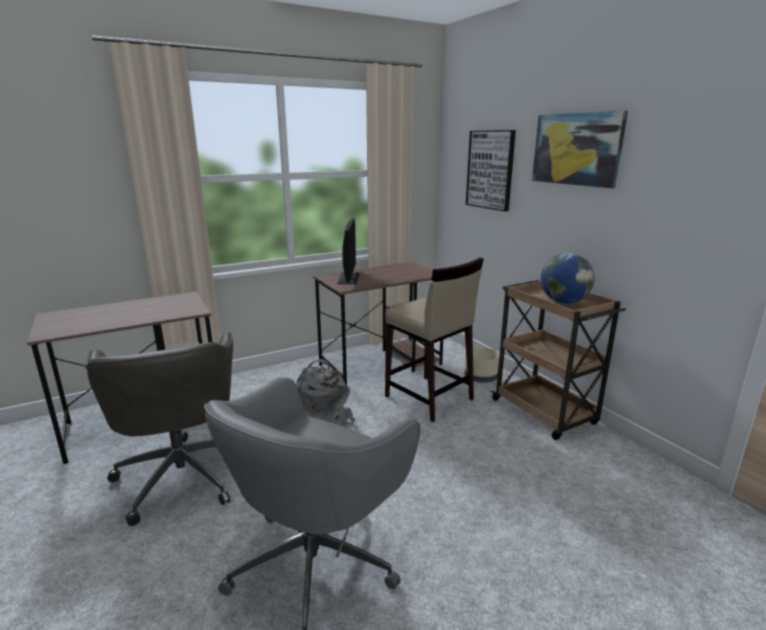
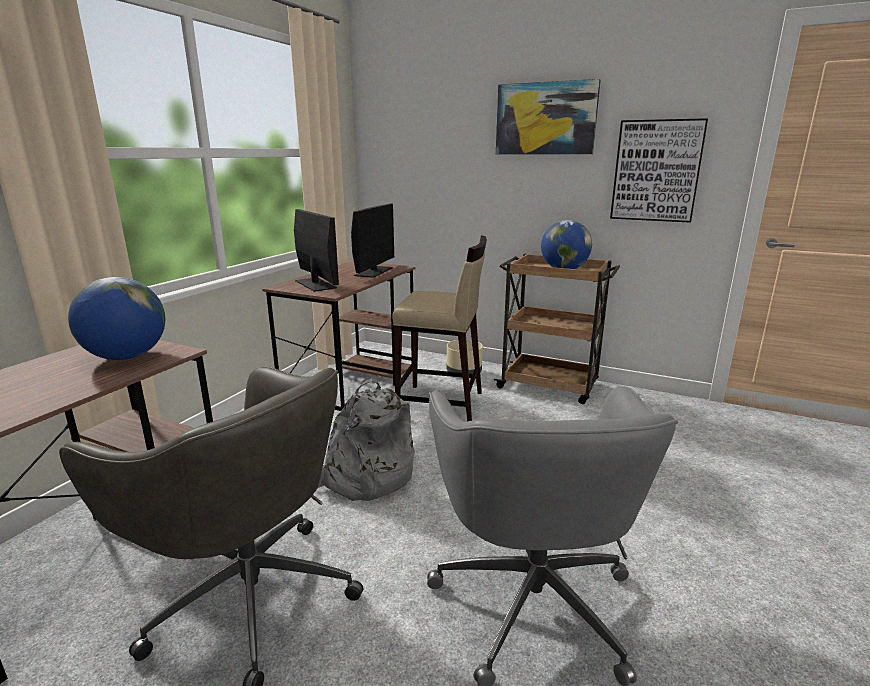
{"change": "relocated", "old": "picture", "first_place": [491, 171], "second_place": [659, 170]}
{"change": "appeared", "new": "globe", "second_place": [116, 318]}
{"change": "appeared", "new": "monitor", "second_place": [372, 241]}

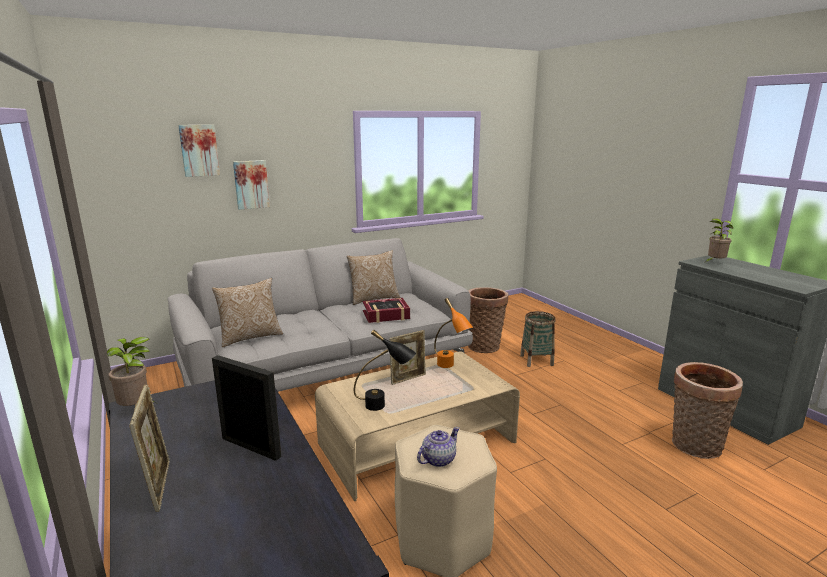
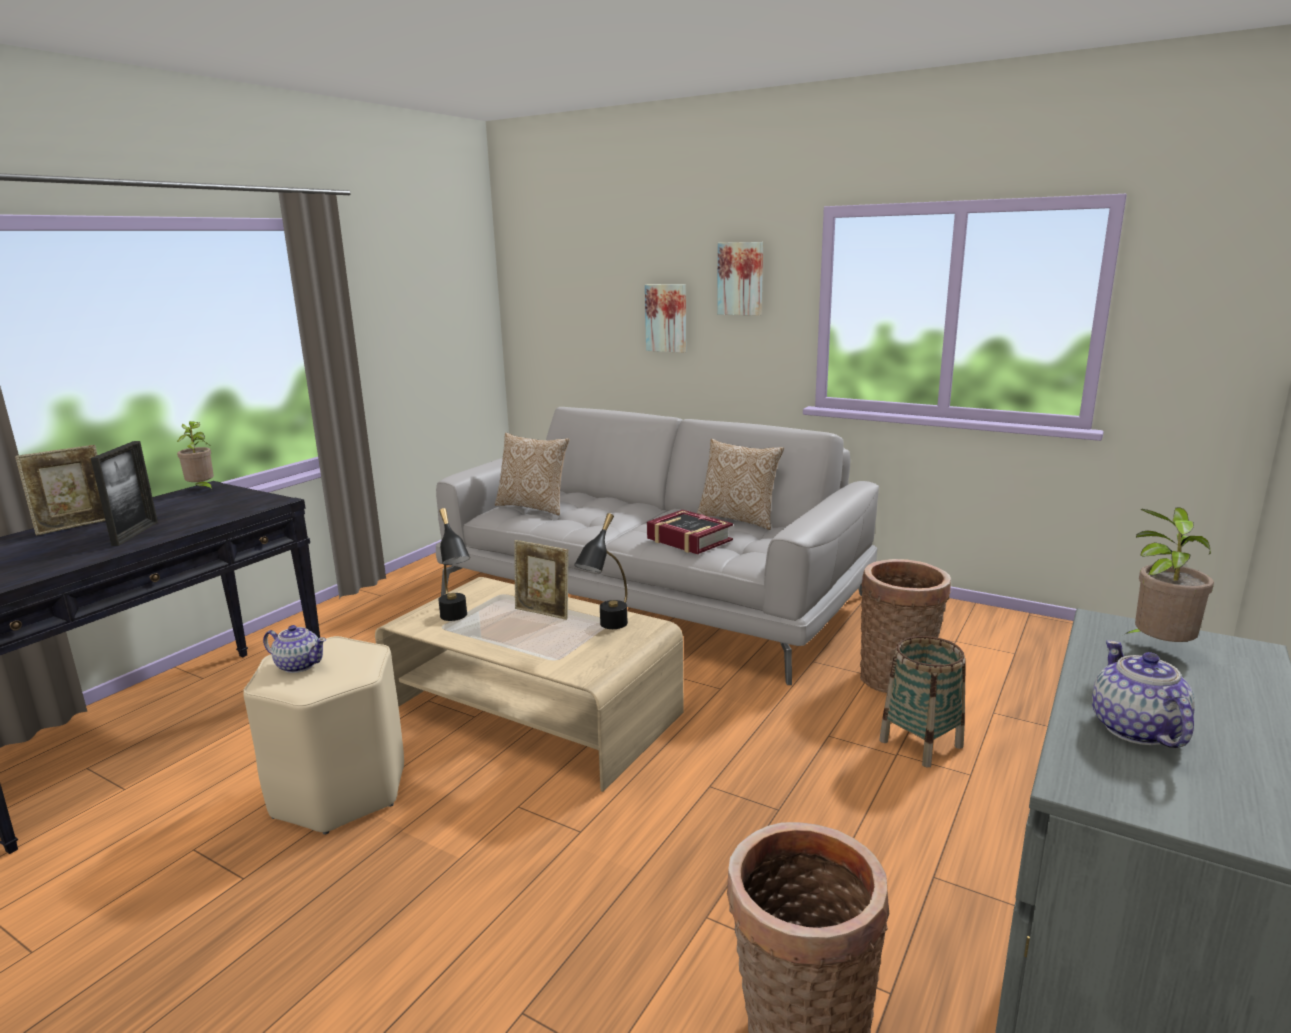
{"change": "relocated", "old": "picture", "first_place": [199, 151], "second_place": [740, 279]}
{"change": "colour", "old": "orange table lamp", "new": "black table lamp", "first_place": [453, 333], "second_place": [601, 571]}
{"change": "appeared", "new": "teapot", "second_place": [1143, 694]}

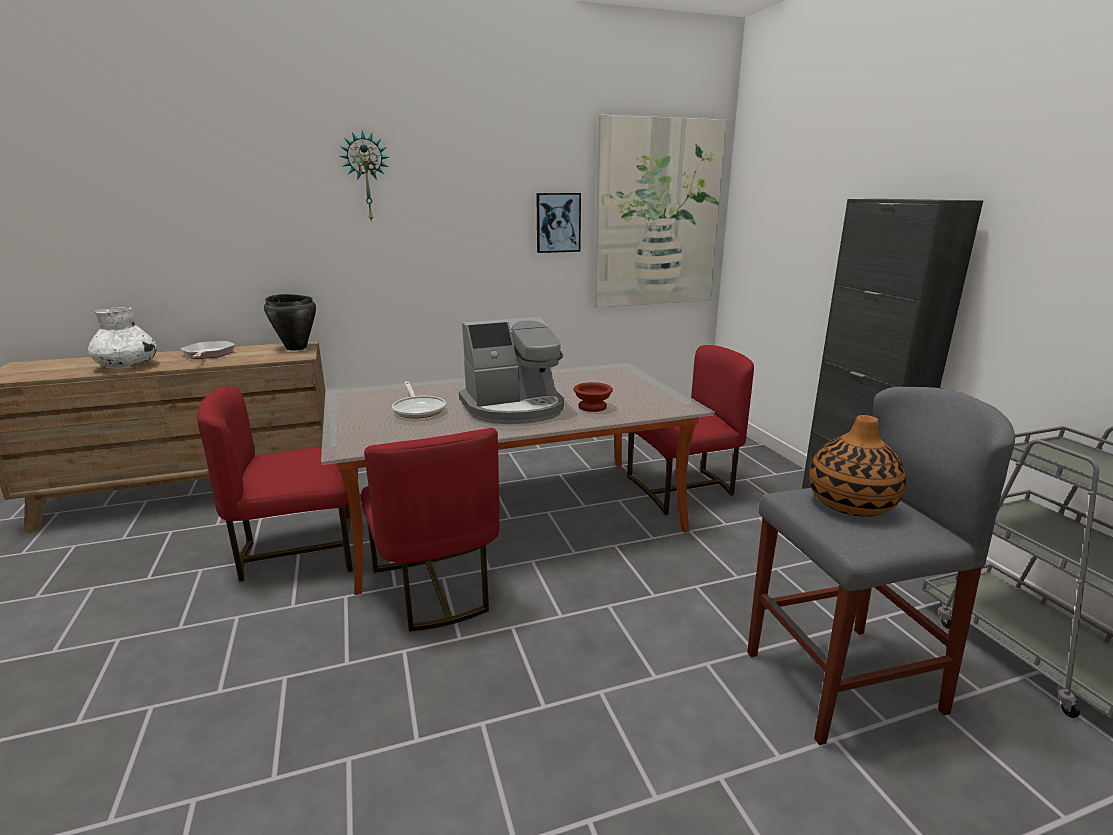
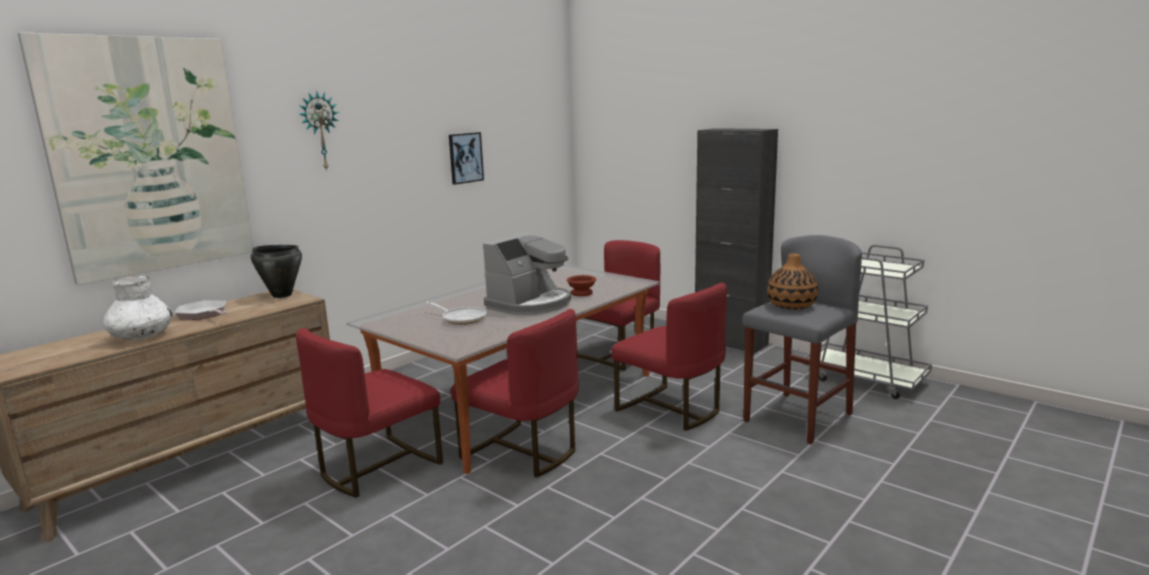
{"change": "relocated", "old": "picture", "first_place": [661, 211], "second_place": [136, 158]}
{"change": "appeared", "new": "red chair", "second_place": [669, 356]}

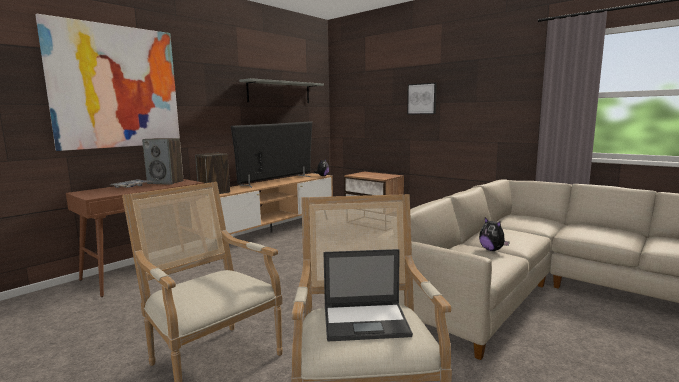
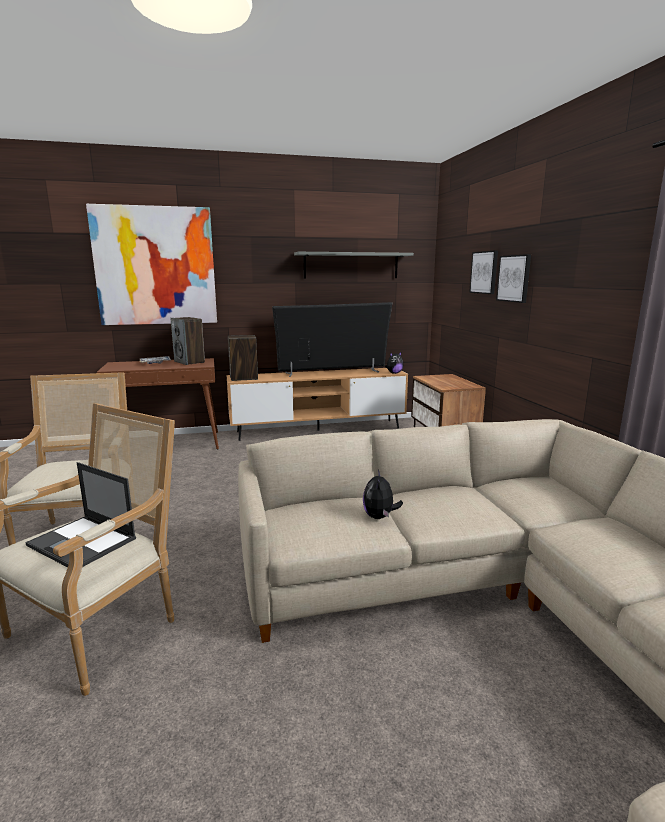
{"change": "appeared", "new": "picture", "second_place": [483, 272]}

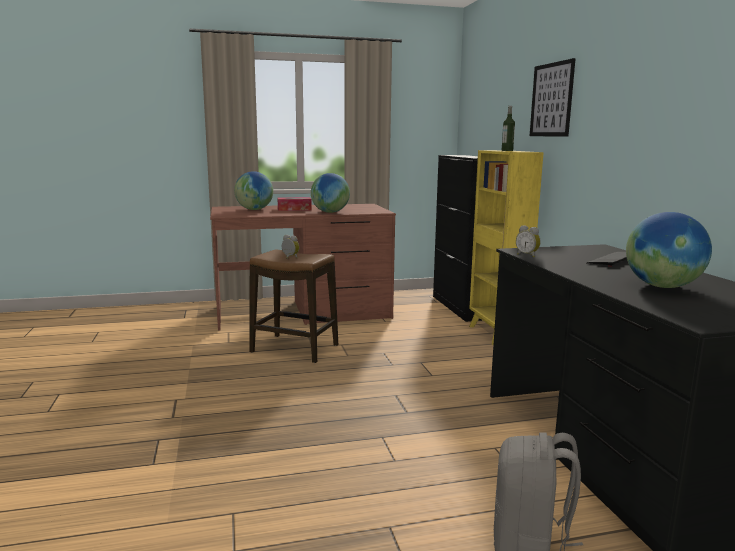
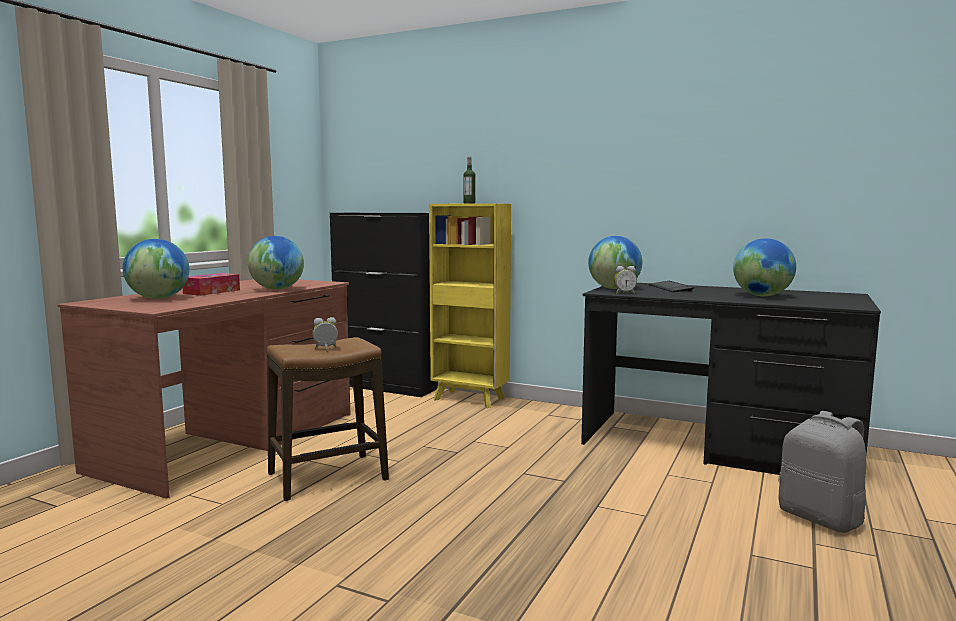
{"change": "missing", "old": "picture", "first_place": [553, 97]}
{"change": "appeared", "new": "globe", "second_place": [615, 262]}

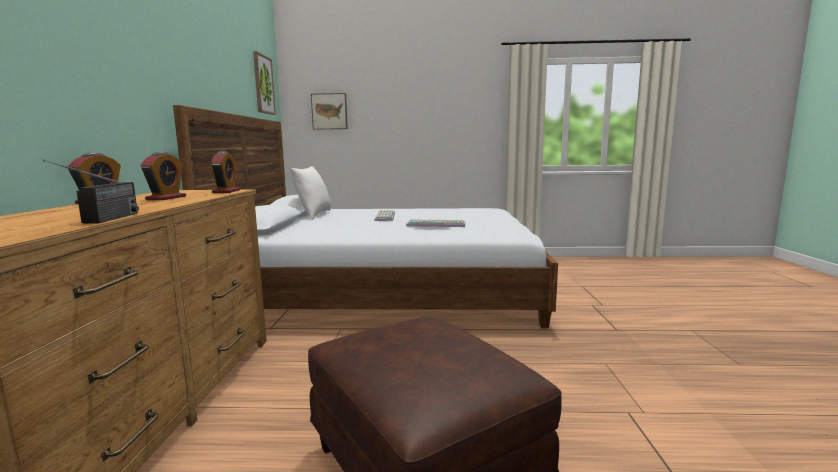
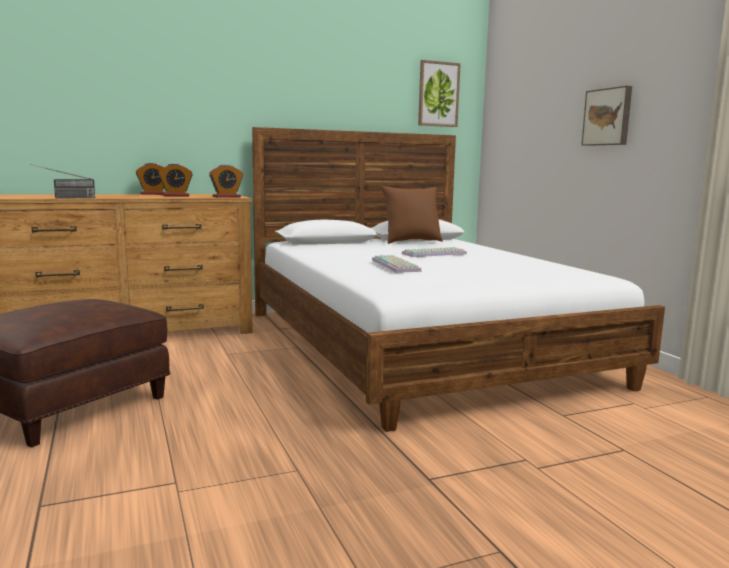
{"change": "colour", "old": "white pillow", "new": "brown pillow", "first_place": [310, 192], "second_place": [412, 215]}
{"change": "relocated", "old": "picture", "first_place": [329, 111], "second_place": [606, 116]}

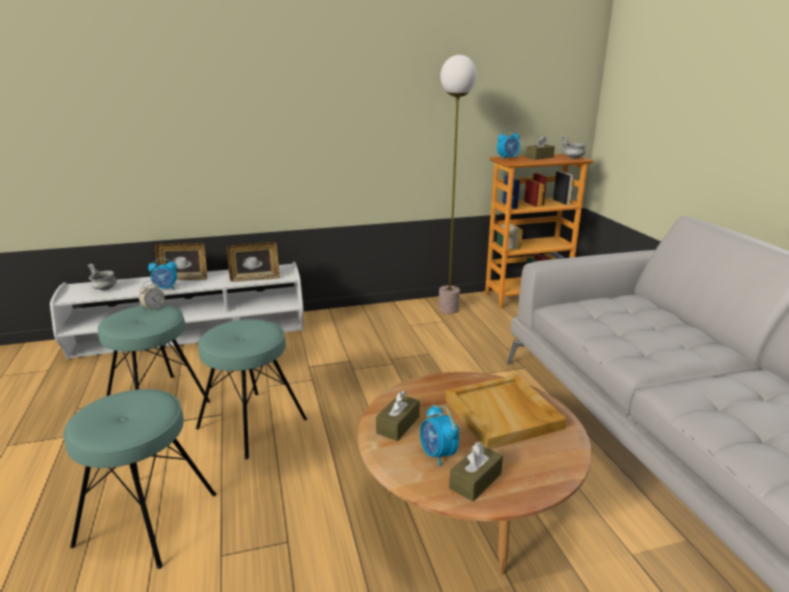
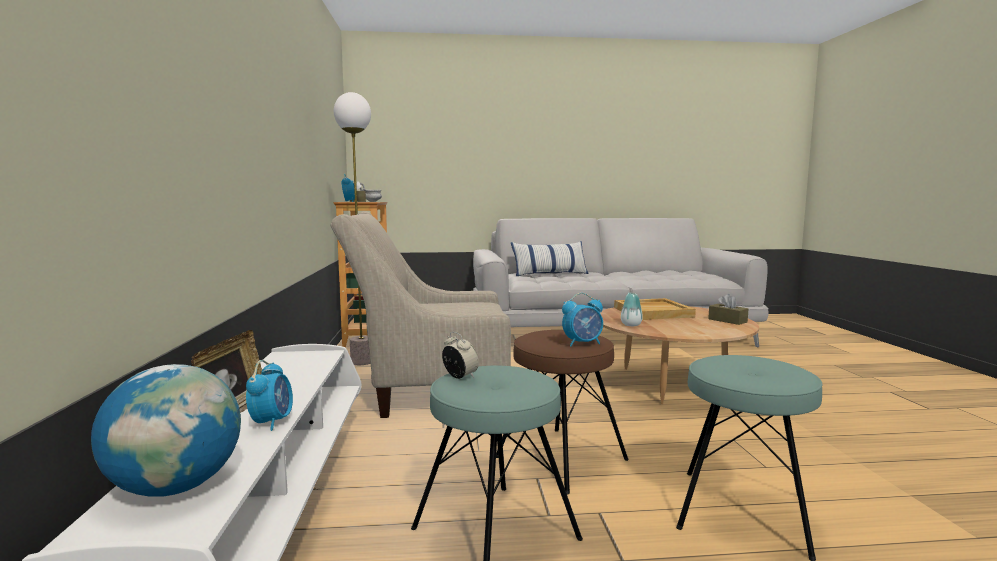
{"change": "exchanged", "old": "grey bowl", "new": "globe", "first_place": [102, 277], "second_place": [166, 430]}
{"change": "colour", "old": "turquoise stool", "new": "brown stool", "first_place": [251, 389], "second_place": [562, 412]}
{"change": "missing", "old": "picture frame", "first_place": [253, 262]}
{"change": "missing", "old": "brown tissue box", "first_place": [398, 415]}
{"change": "relocated", "old": "alarm clock", "first_place": [439, 435], "second_place": [582, 319]}
{"change": "appeared", "new": "beige armchair", "second_place": [420, 314]}
{"change": "appeared", "new": "pillow", "second_place": [550, 258]}
{"change": "appeared", "new": "vase", "second_place": [632, 309]}

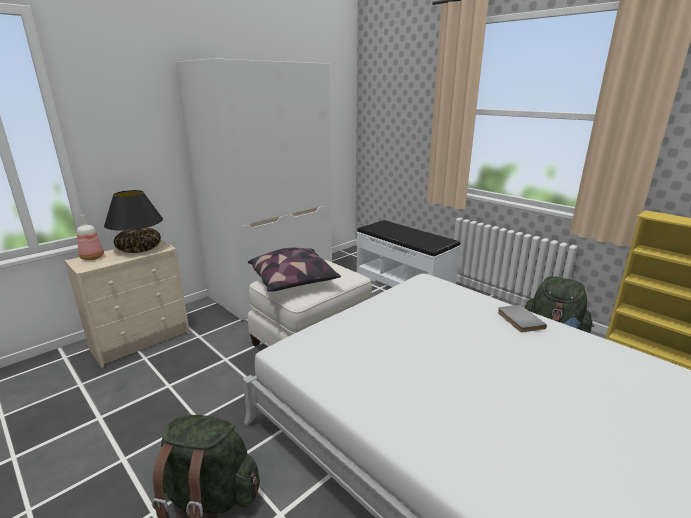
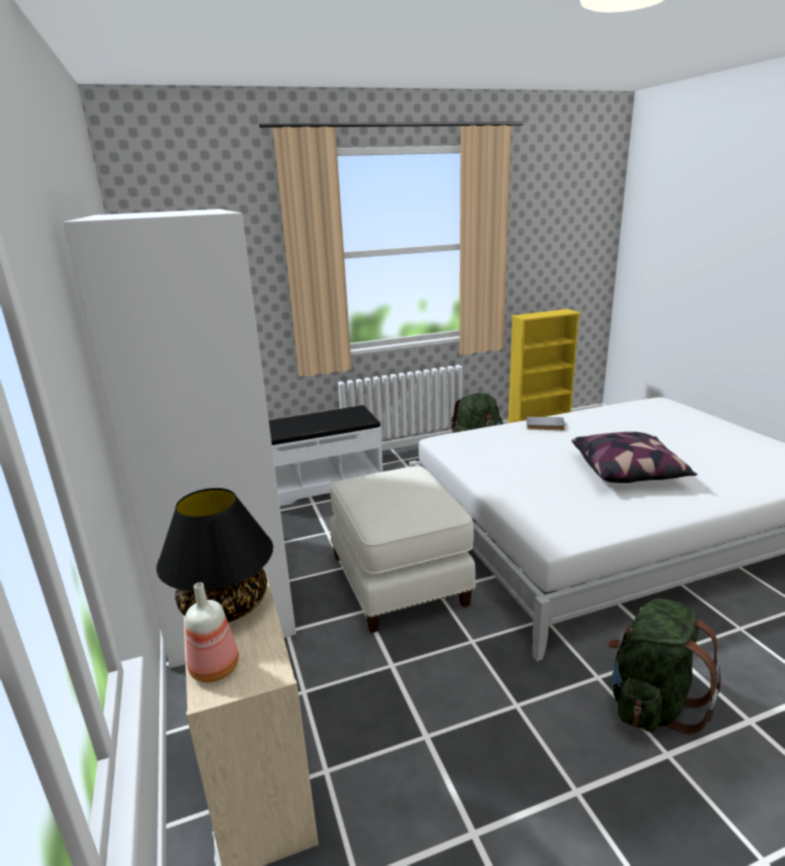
{"change": "relocated", "old": "pillow", "first_place": [294, 269], "second_place": [634, 457]}

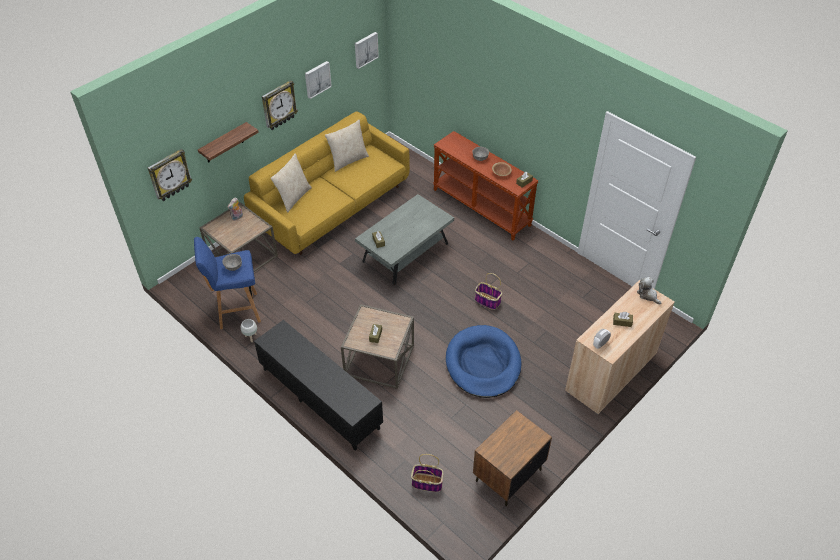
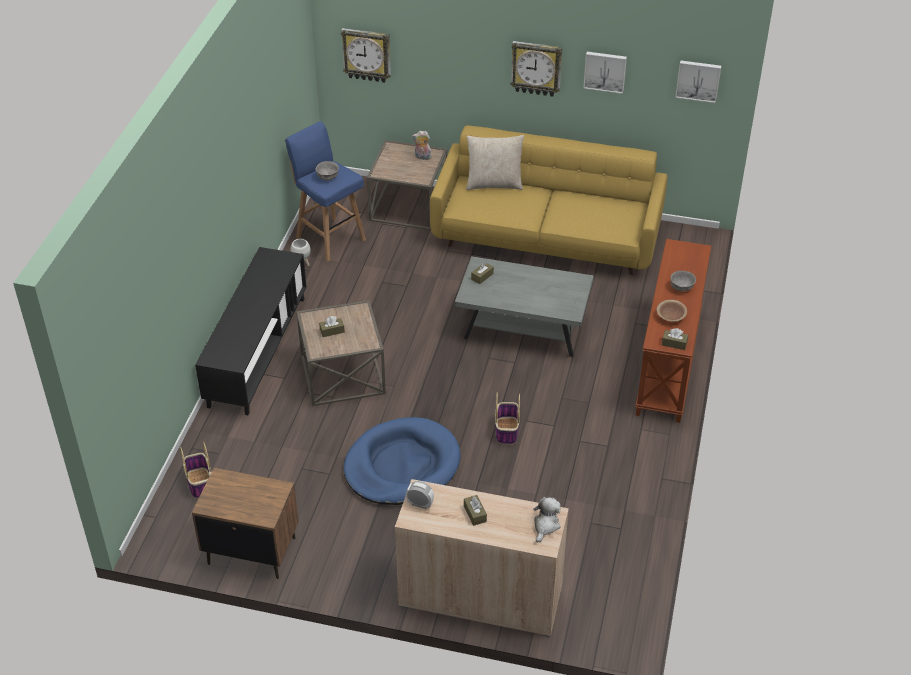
{"change": "missing", "old": "shelf", "first_place": [228, 142]}
{"change": "missing", "old": "beige pillow", "first_place": [347, 146]}

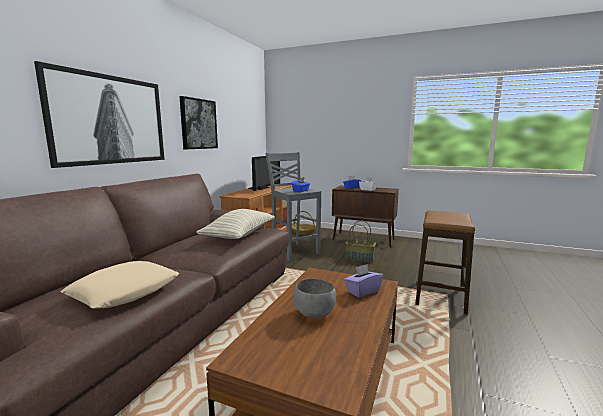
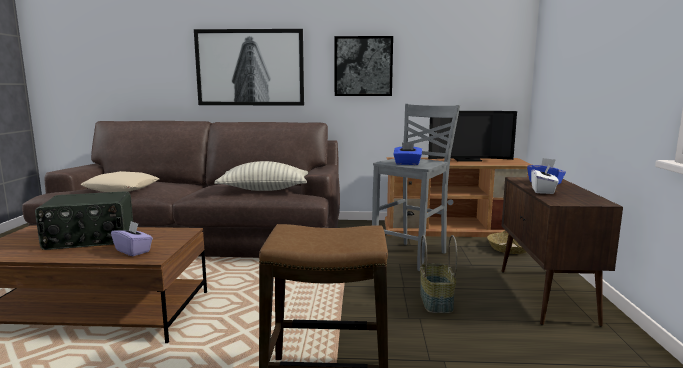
{"change": "exchanged", "old": "grey bowl", "new": "radio", "first_place": [315, 298], "second_place": [84, 220]}

